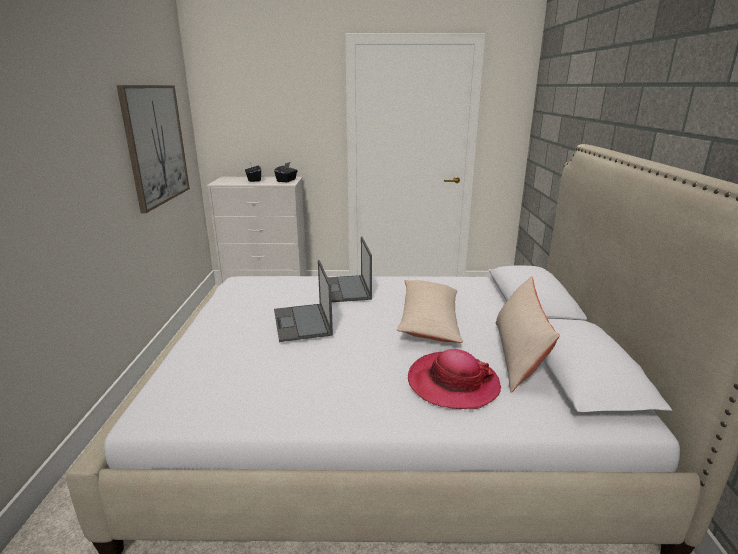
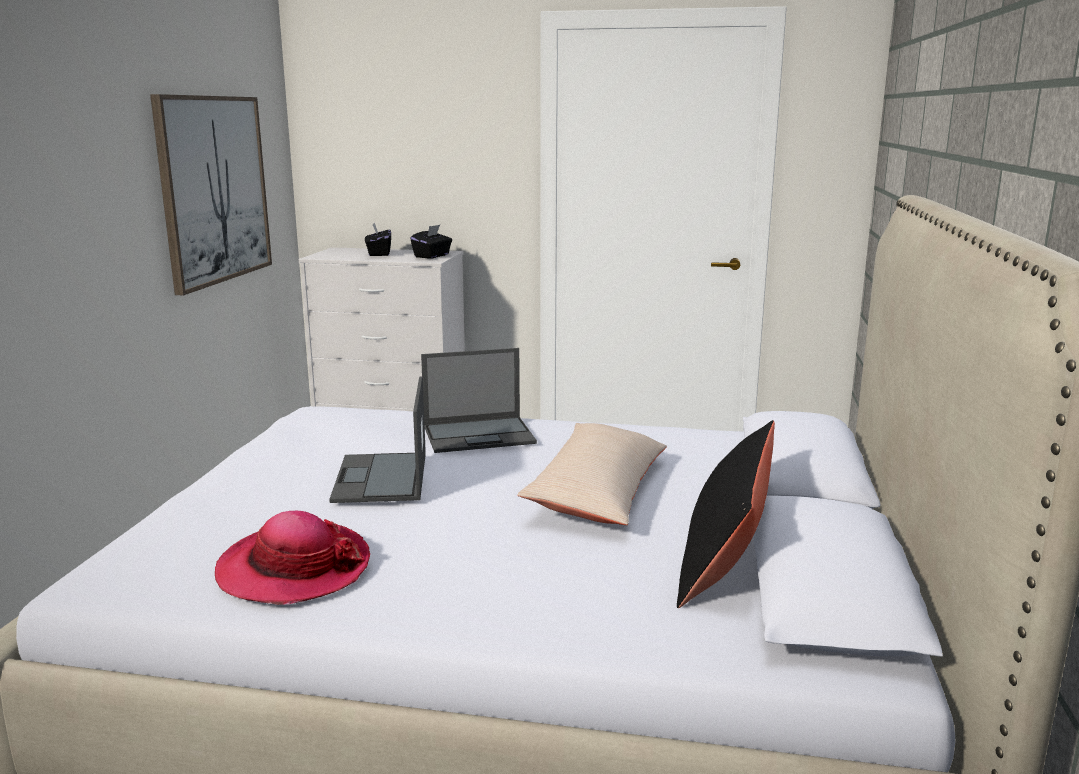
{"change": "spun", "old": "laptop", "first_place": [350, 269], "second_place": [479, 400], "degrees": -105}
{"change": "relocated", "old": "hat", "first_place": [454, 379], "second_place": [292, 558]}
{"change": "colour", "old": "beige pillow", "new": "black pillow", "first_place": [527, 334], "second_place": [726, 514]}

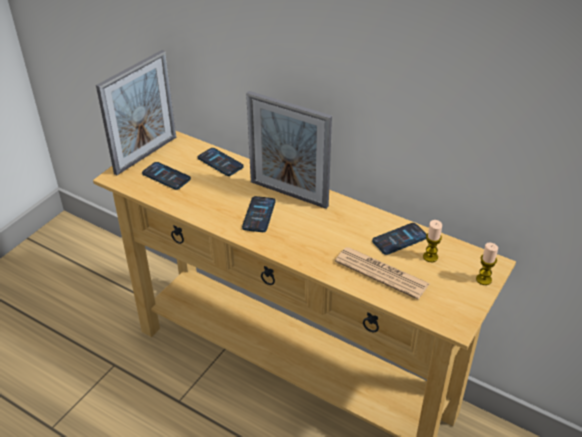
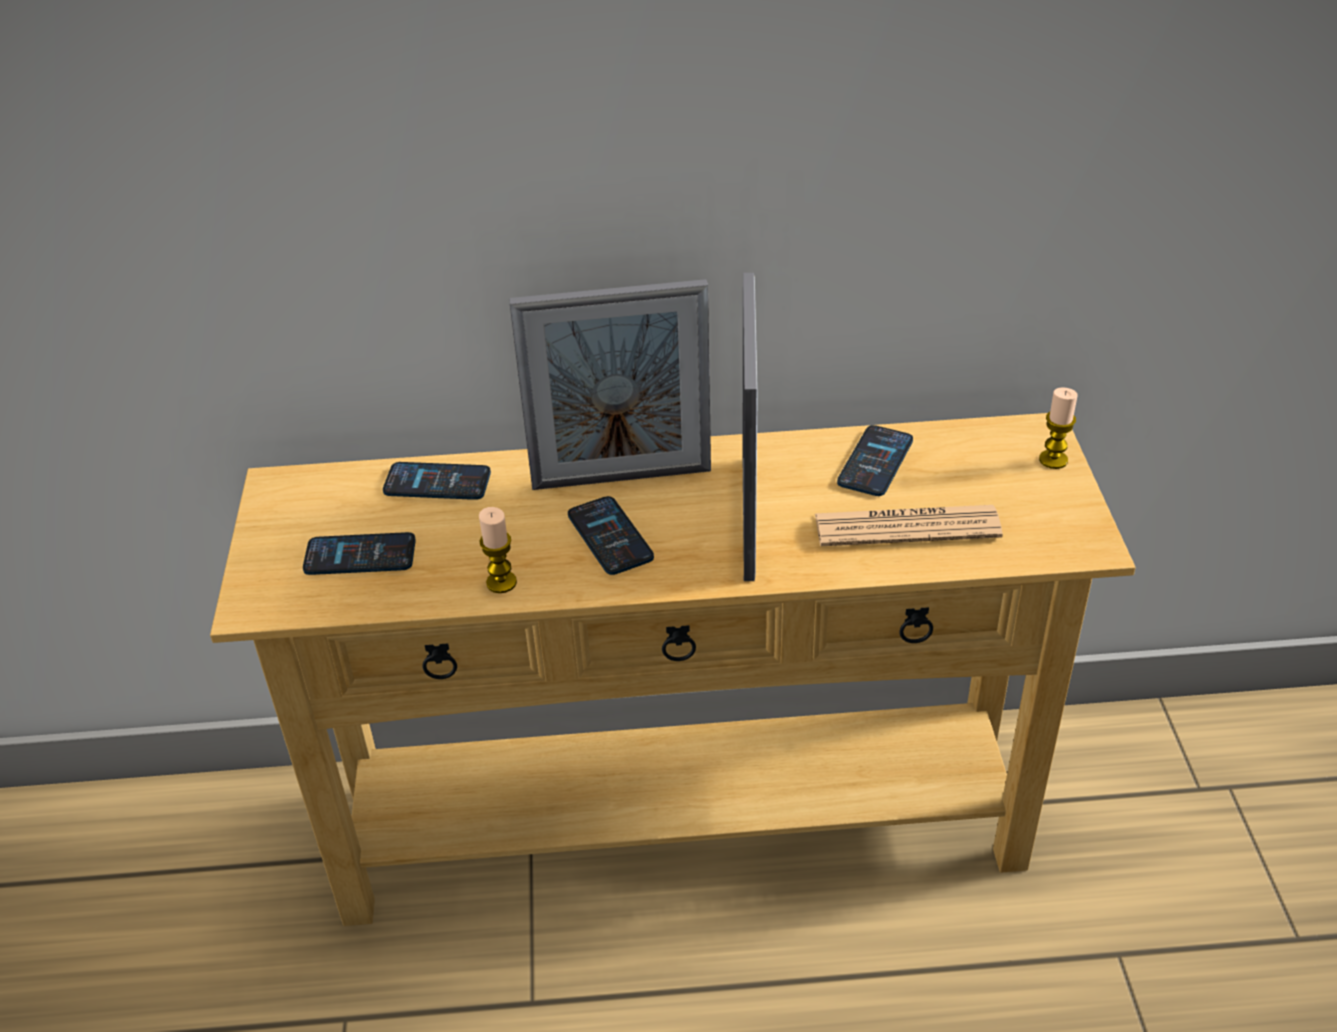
{"change": "relocated", "old": "picture frame", "first_place": [136, 112], "second_place": [750, 427]}
{"change": "relocated", "old": "candle", "first_place": [432, 241], "second_place": [498, 550]}

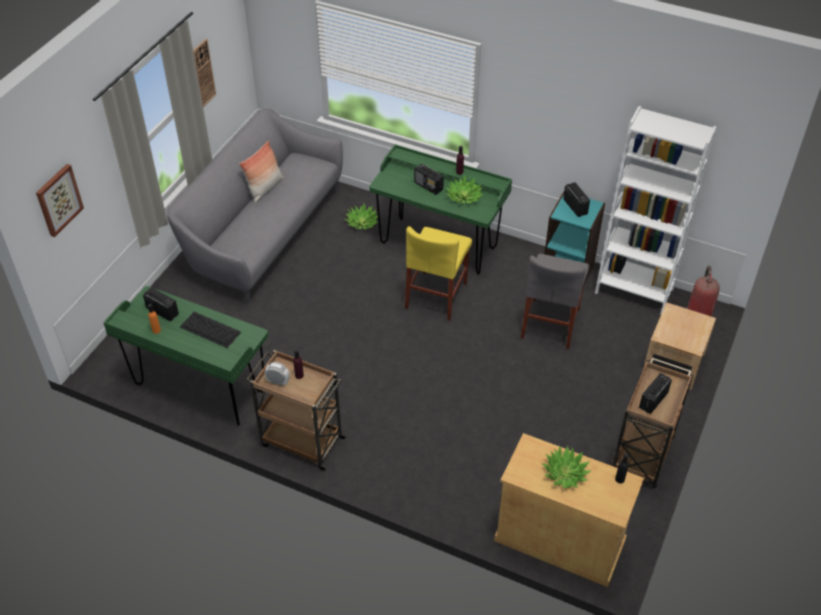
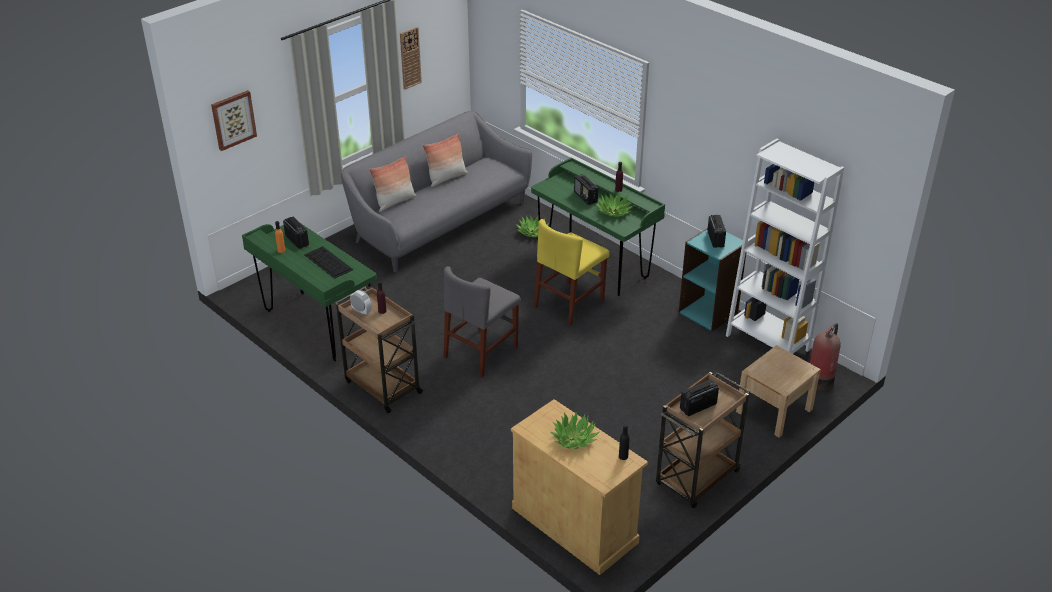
{"change": "relocated", "old": "grey chair", "first_place": [555, 301], "second_place": [482, 321]}
{"change": "appeared", "new": "pillow", "second_place": [393, 184]}

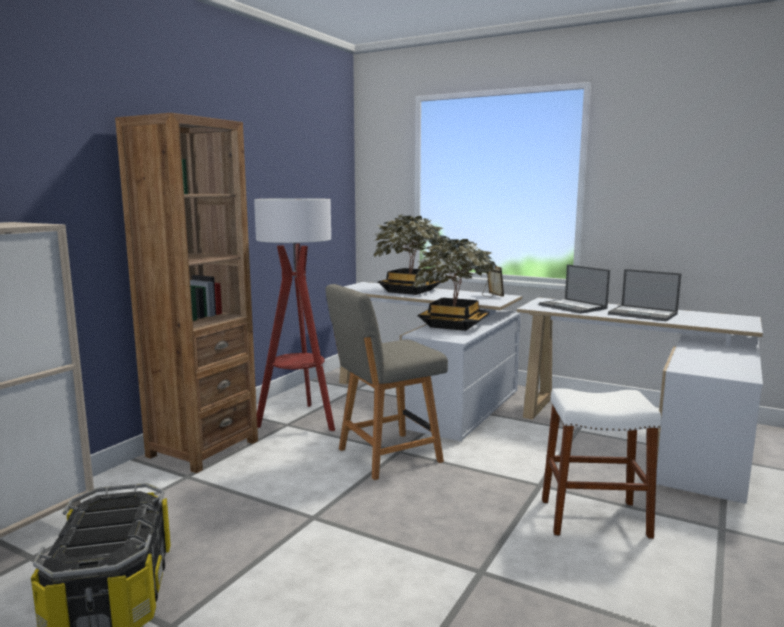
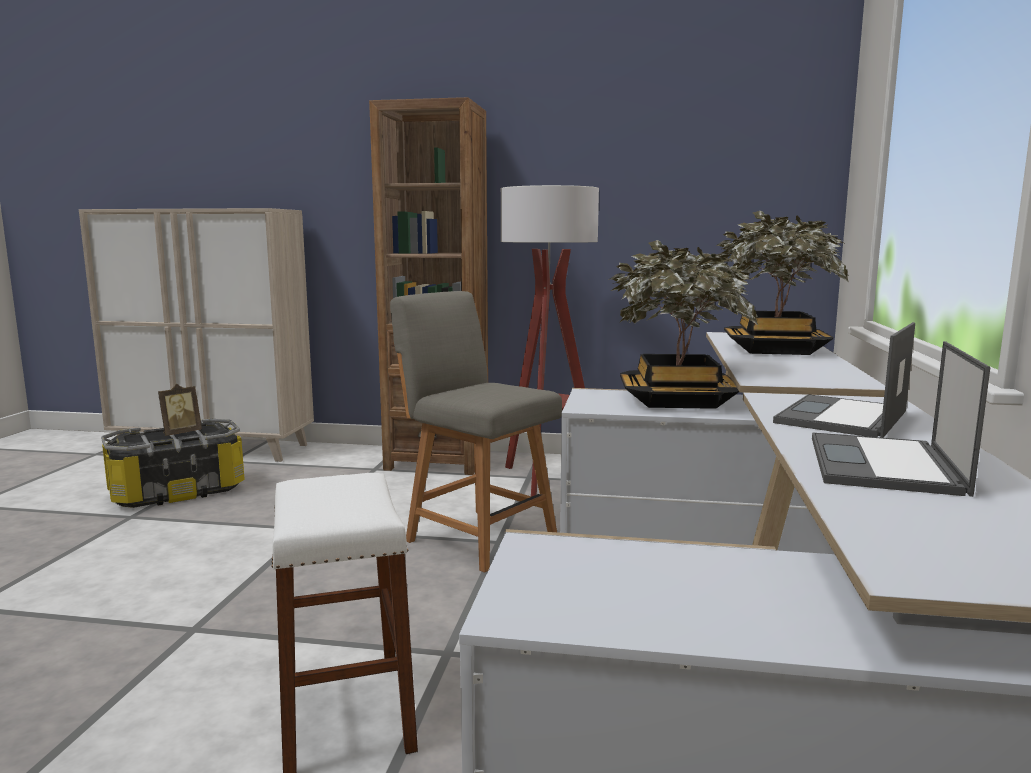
{"change": "relocated", "old": "picture frame", "first_place": [493, 280], "second_place": [180, 410]}

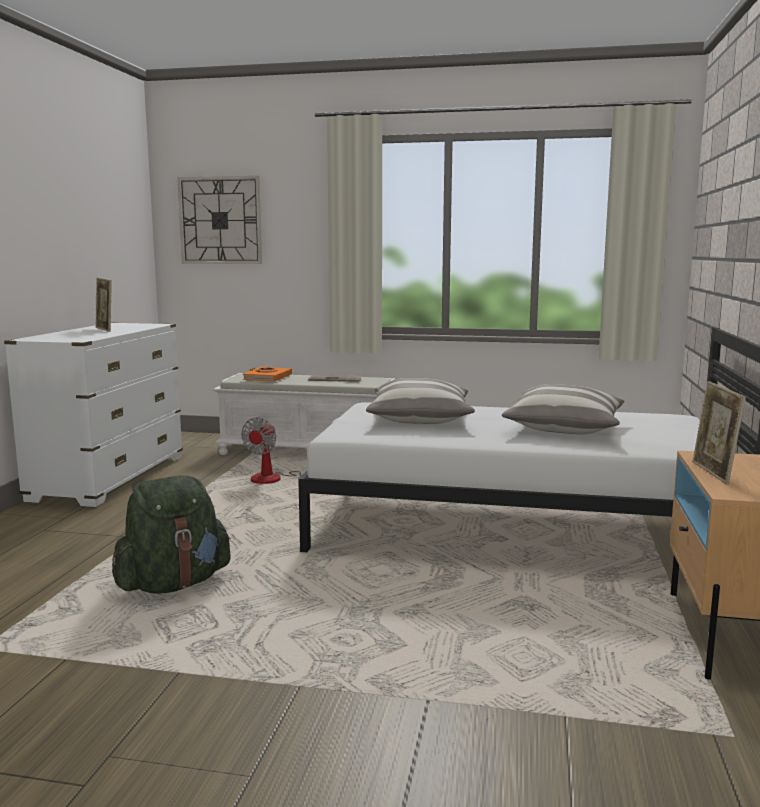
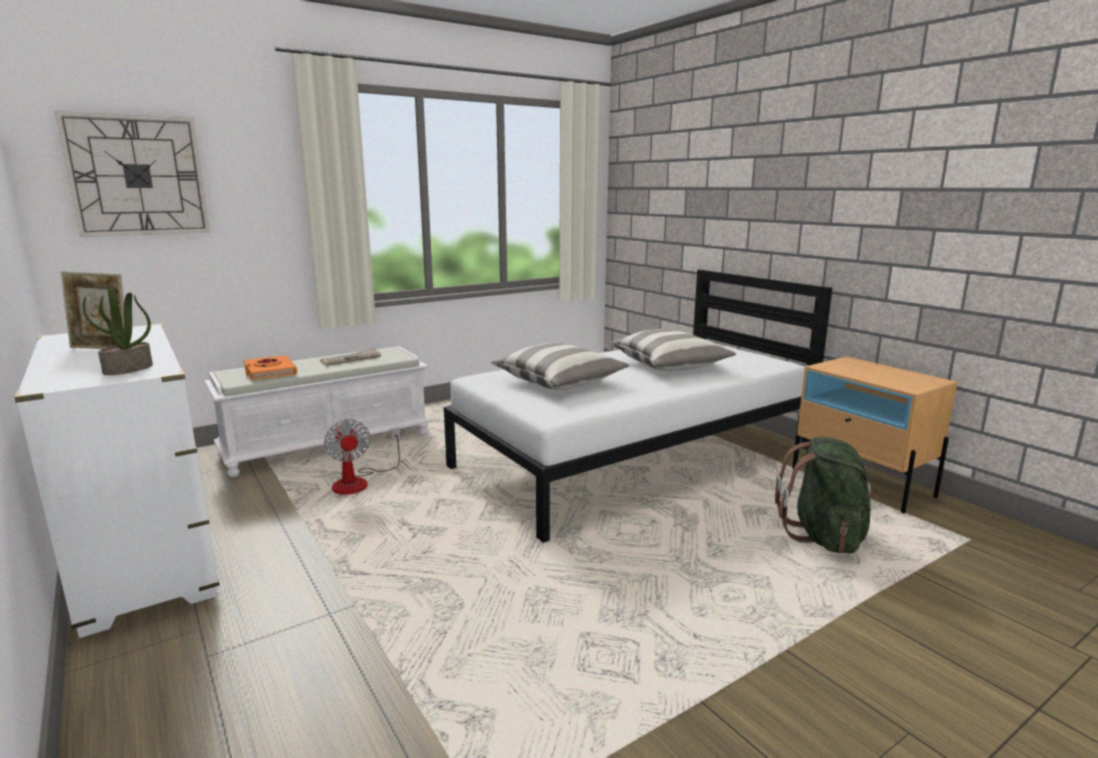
{"change": "relocated", "old": "green backpack", "first_place": [171, 534], "second_place": [827, 495]}
{"change": "missing", "old": "picture frame", "first_place": [719, 432]}
{"change": "appeared", "new": "potted plant", "second_place": [117, 329]}

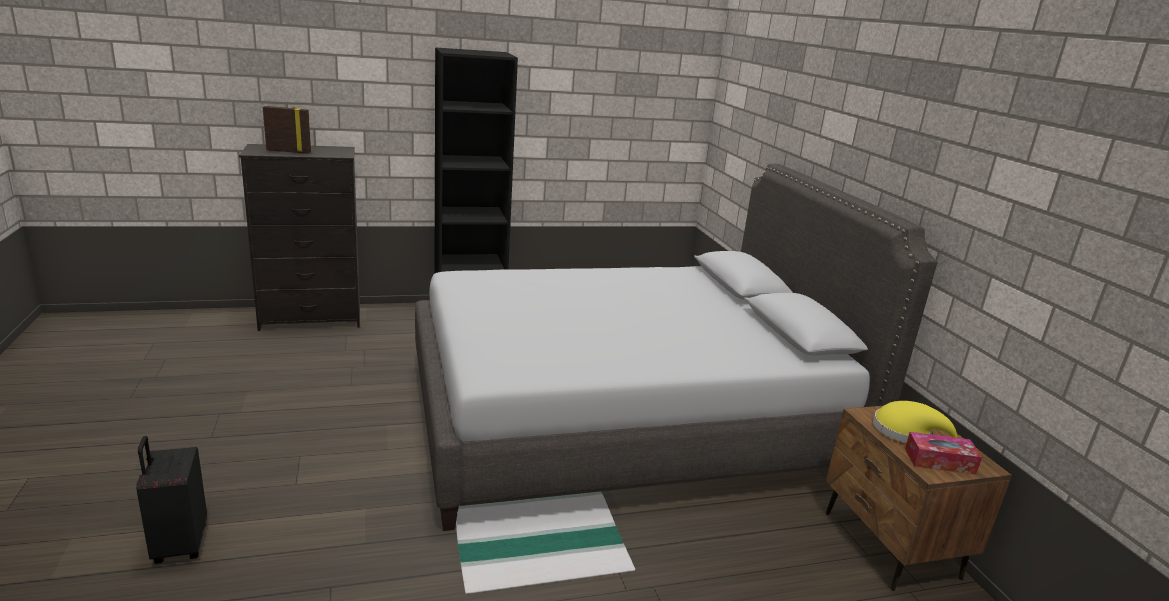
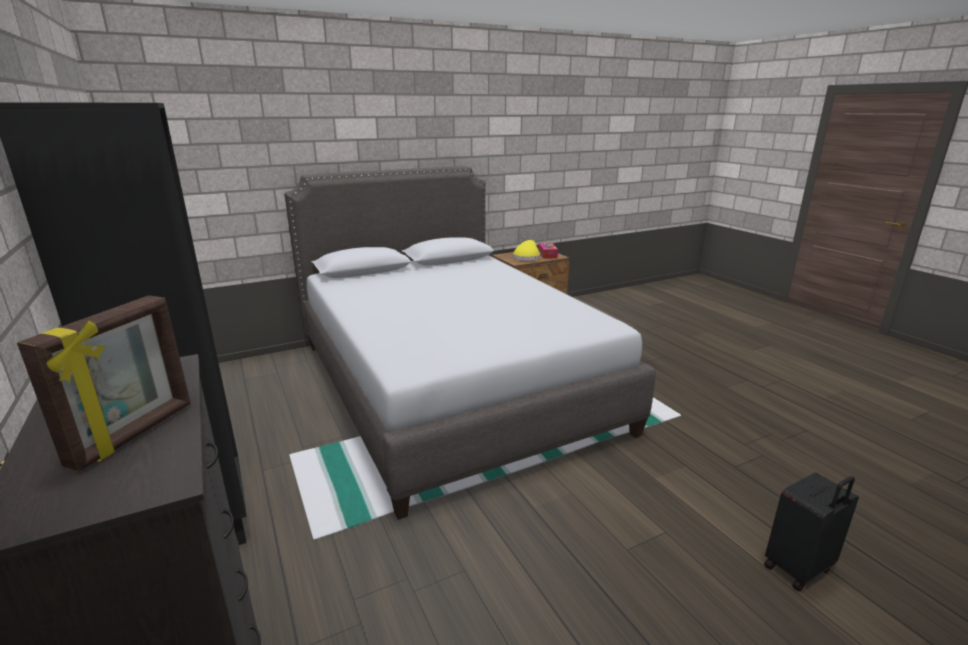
{"change": "spun", "old": "picture frame", "first_place": [287, 130], "second_place": [104, 383], "degrees": -150}

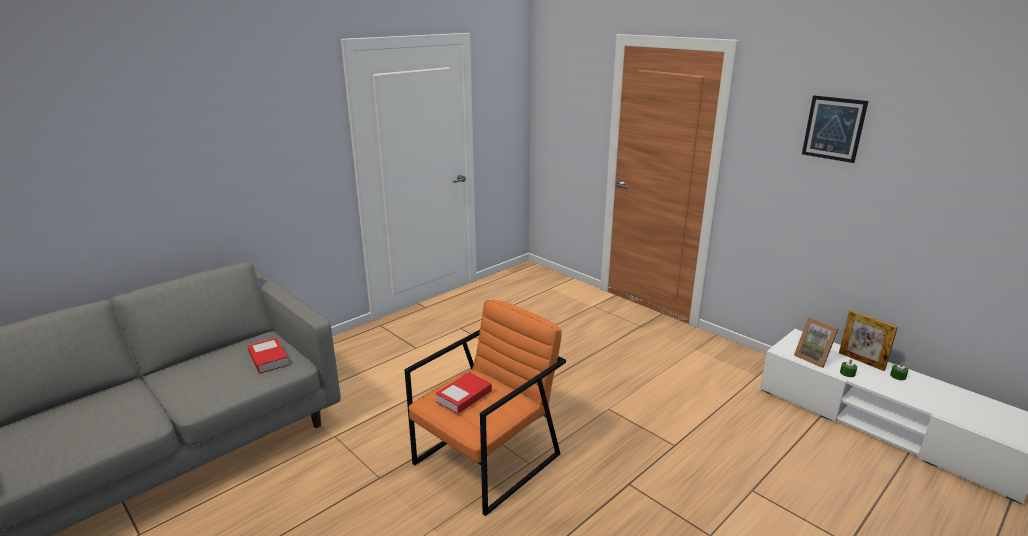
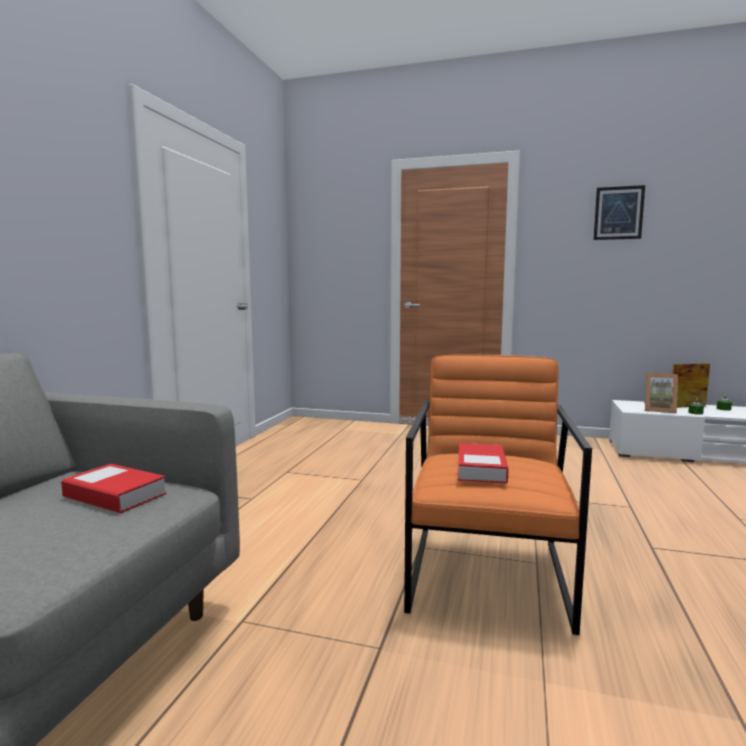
{"change": "spun", "old": "picture frame", "first_place": [868, 340], "second_place": [691, 385], "degrees": 150}

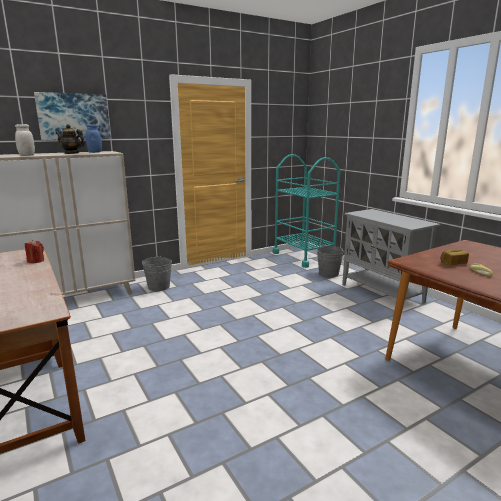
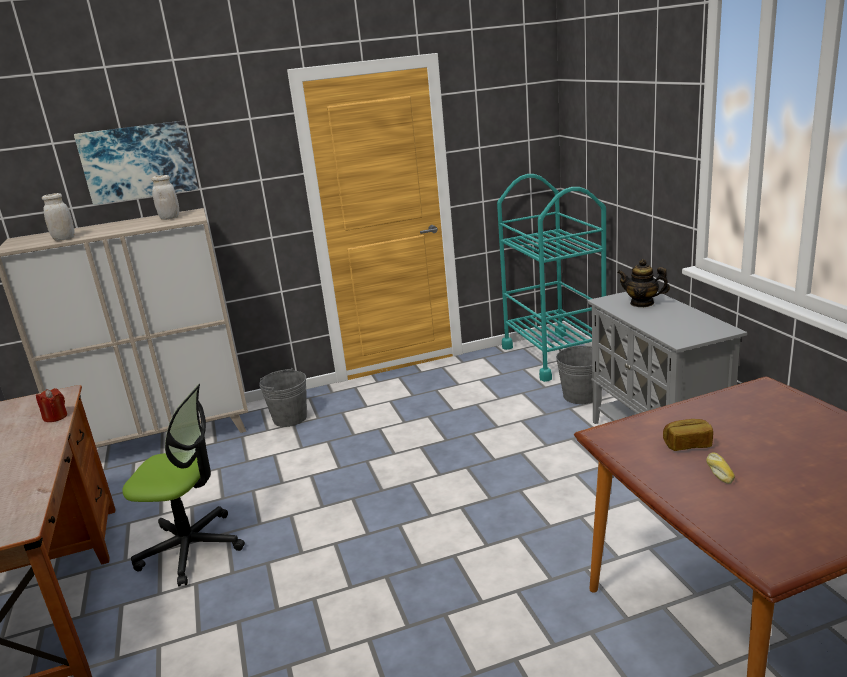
{"change": "relocated", "old": "teapot", "first_place": [70, 139], "second_place": [643, 283]}
{"change": "colour", "old": "blue jar", "new": "white jar", "first_place": [94, 138], "second_place": [165, 197]}
{"change": "appeared", "new": "office chair", "second_place": [183, 485]}

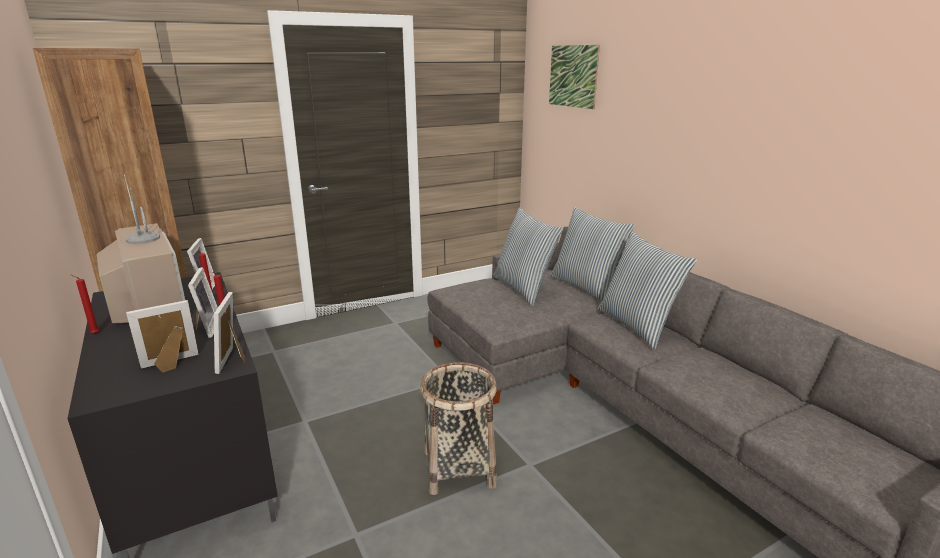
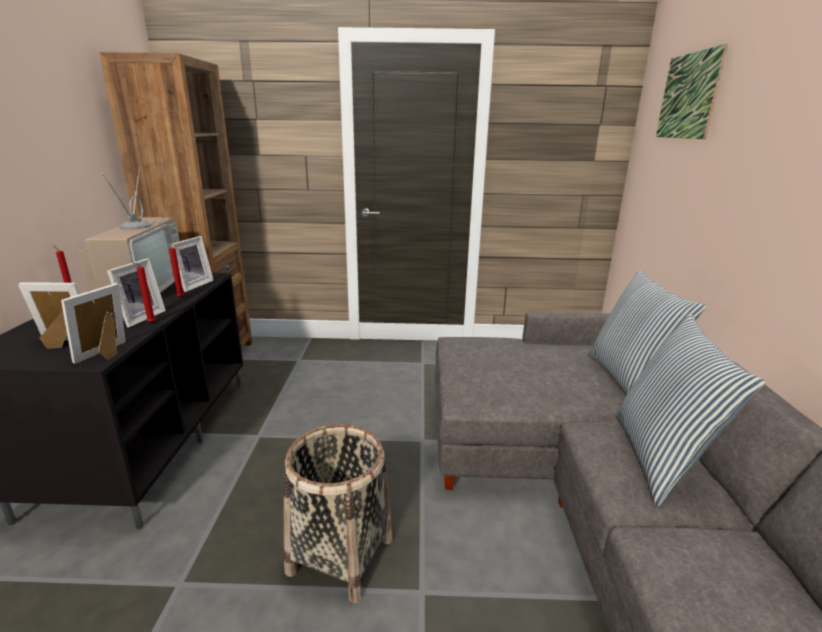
{"change": "missing", "old": "pillow", "first_place": [528, 256]}

